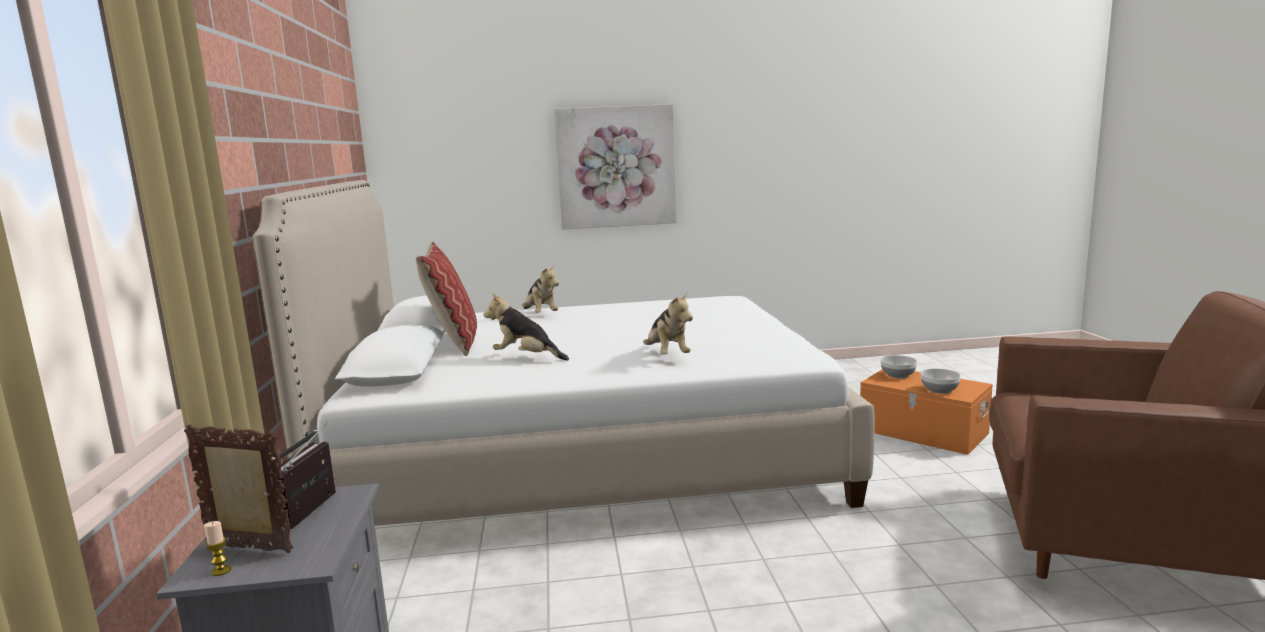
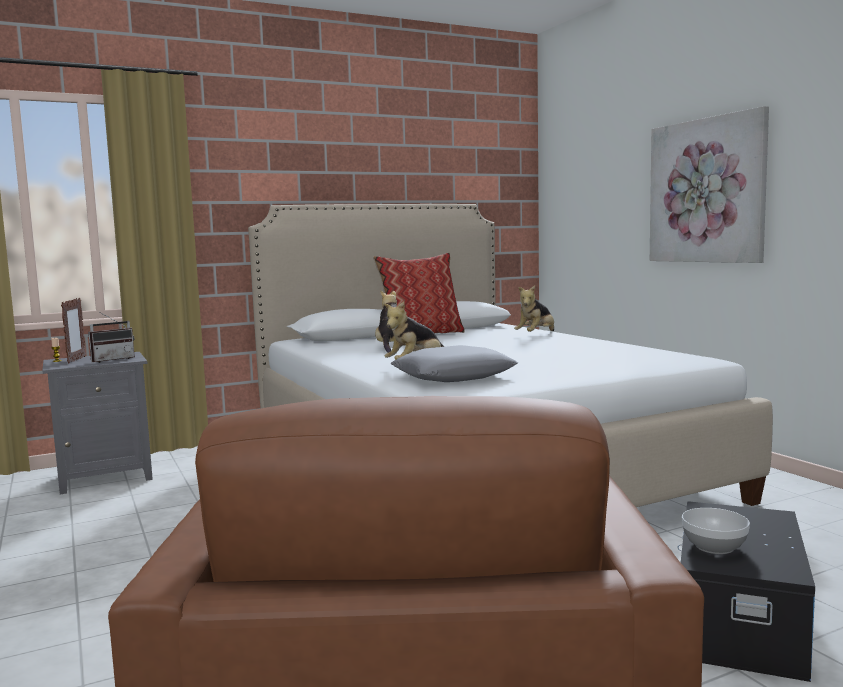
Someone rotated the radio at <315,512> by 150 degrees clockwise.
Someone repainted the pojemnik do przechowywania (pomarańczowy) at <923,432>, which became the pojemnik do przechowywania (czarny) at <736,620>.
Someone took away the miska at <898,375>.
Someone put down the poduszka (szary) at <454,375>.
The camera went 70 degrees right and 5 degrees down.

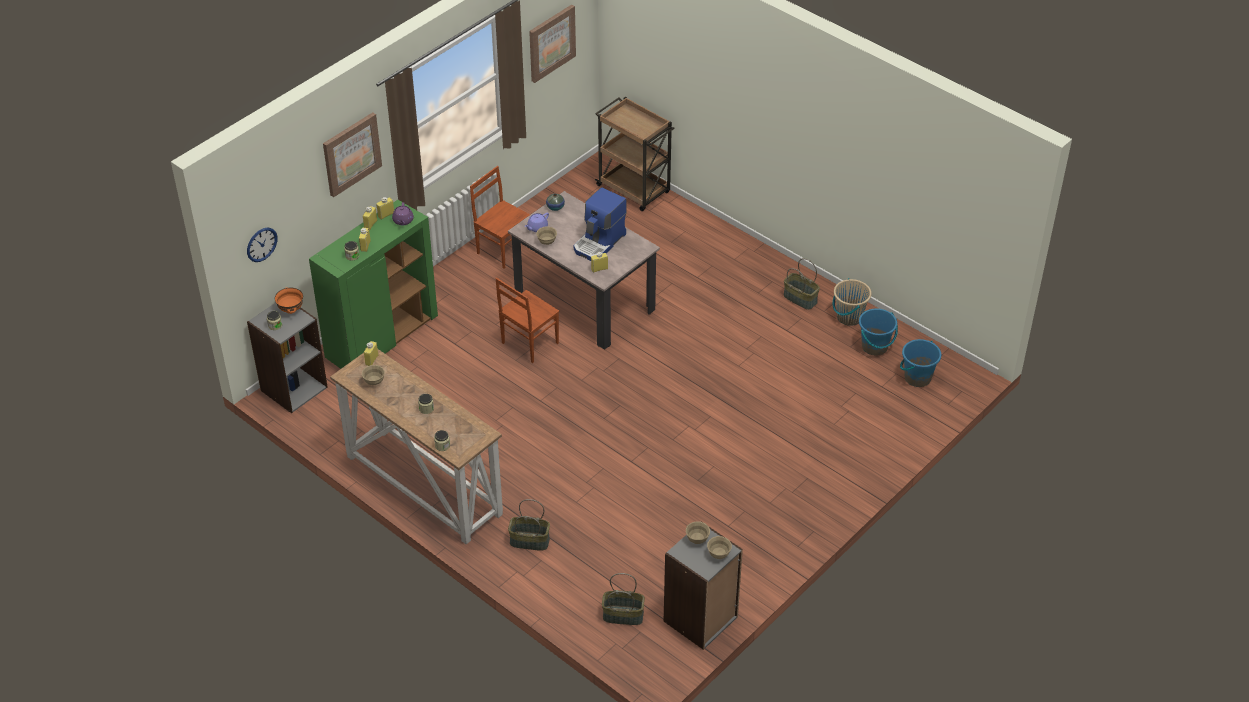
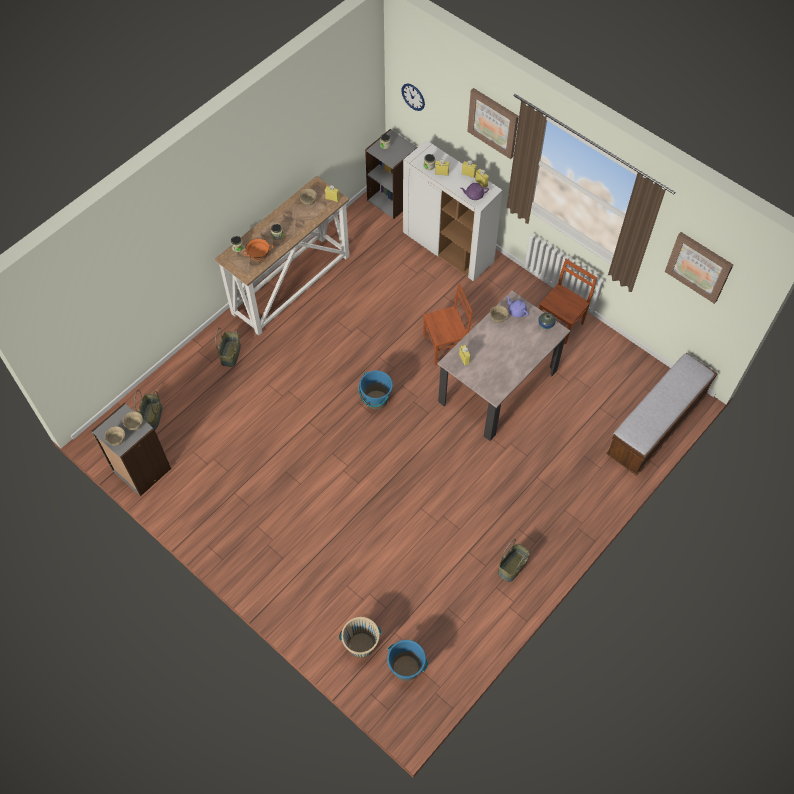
Someone carried the miska (pomarańczowy) from <290,310> to <259,256>.
Someone repainted the szafka (zielony) at <382,337>, which became the szafka (biały) at <448,248>.
Someone rotated the krzesło (brązowy) at <529,343> by 120 degrees clockwise.
Someone took away the ekspres do kawy at <600,242>.
Someone swapped the wózek (brązowy) at <634,190> for the ławka at <656,425>.
Someone carried the wiadro (beżowy) from <849,317> to <361,645>.
Someone carried the wiadro (niebieski) from <874,346> to <376,400>.
The camera went 90 degrees right and 15 degrees up.

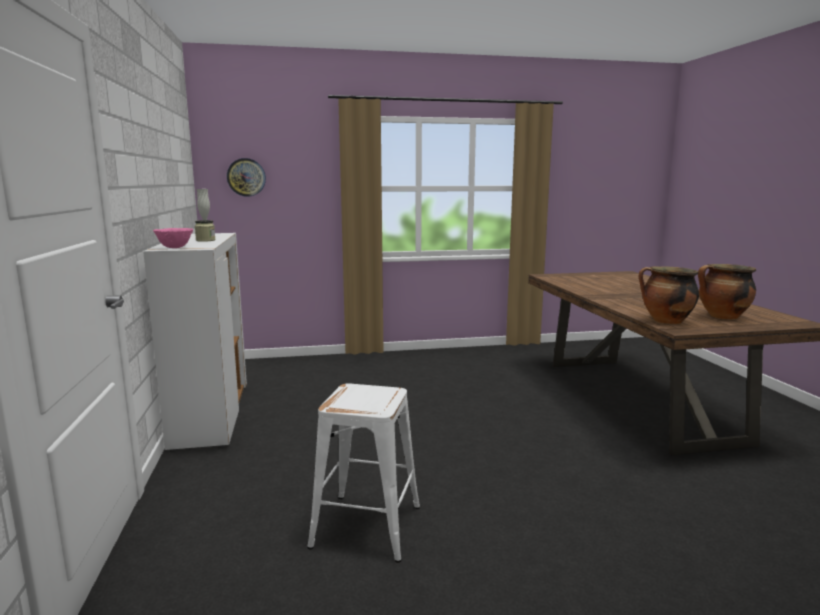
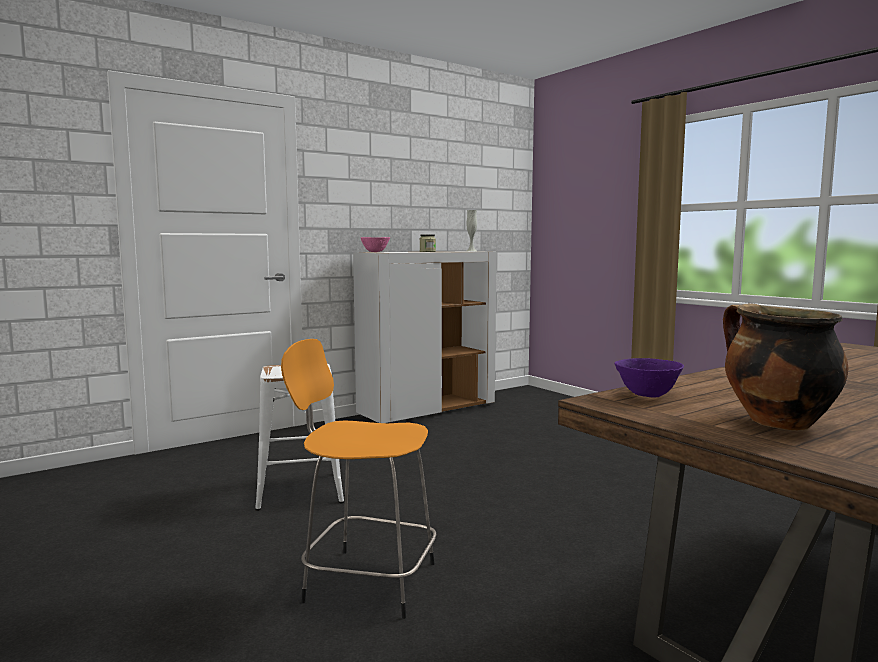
Someone took away the zegar ścienny at <246,177>.
Someone swapped the garnek at <665,321> for the miska (fioletowy) at <646,395>.
Someone put down the stołek (pomarańczowy) at <366,581>.
The camera went 65 degrees right and 5 degrees down.

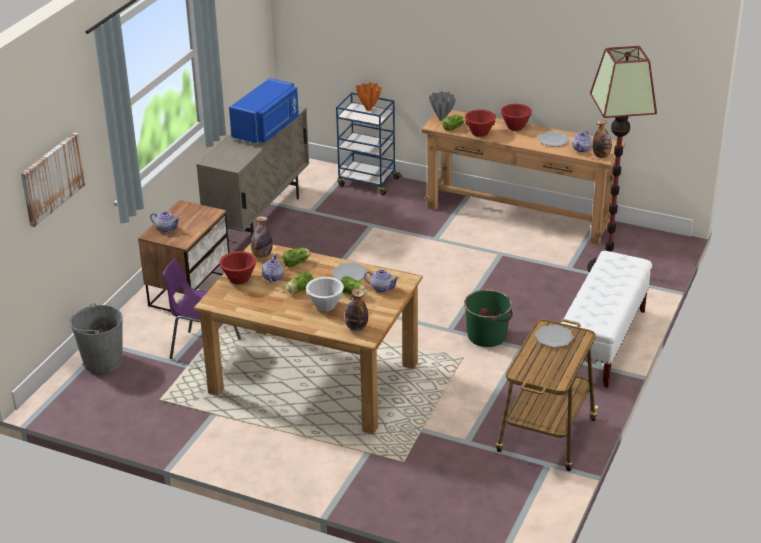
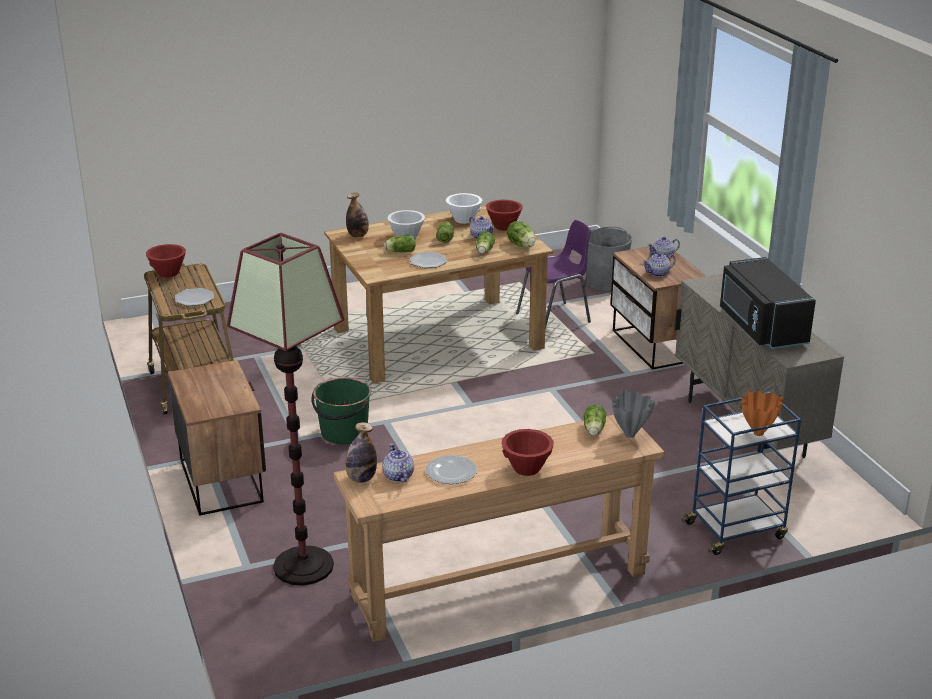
Someone took away the obraz at <52,178>.
Someone repainted the mikrofalówka (niebieski) at <267,129>, which became the mikrofalówka (czarny) at <760,327>.
Someone swapped the butelka at <262,255> for the sałata at <521,245>.
Someone carried the imbryk from <381,288> to <658,273>.
Someone carried the miska (czerwony) from <479,133> to <168,273>.
Someone swapped the ławka (biały) at <602,343> for the szafka nocna at <222,479>.
Someone put down the miska (biały) at <464,220>.
The camera went 135 degrees right and 5 degrees down.

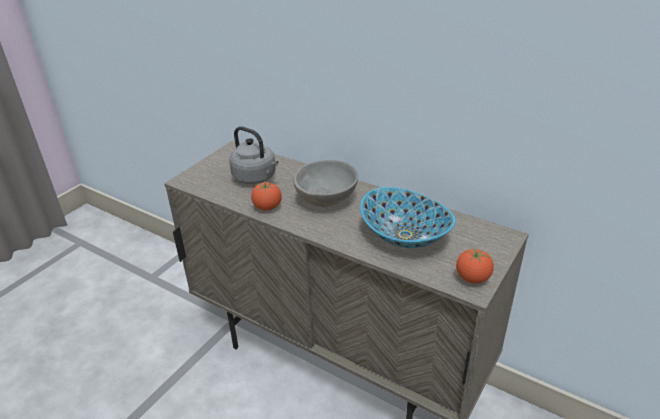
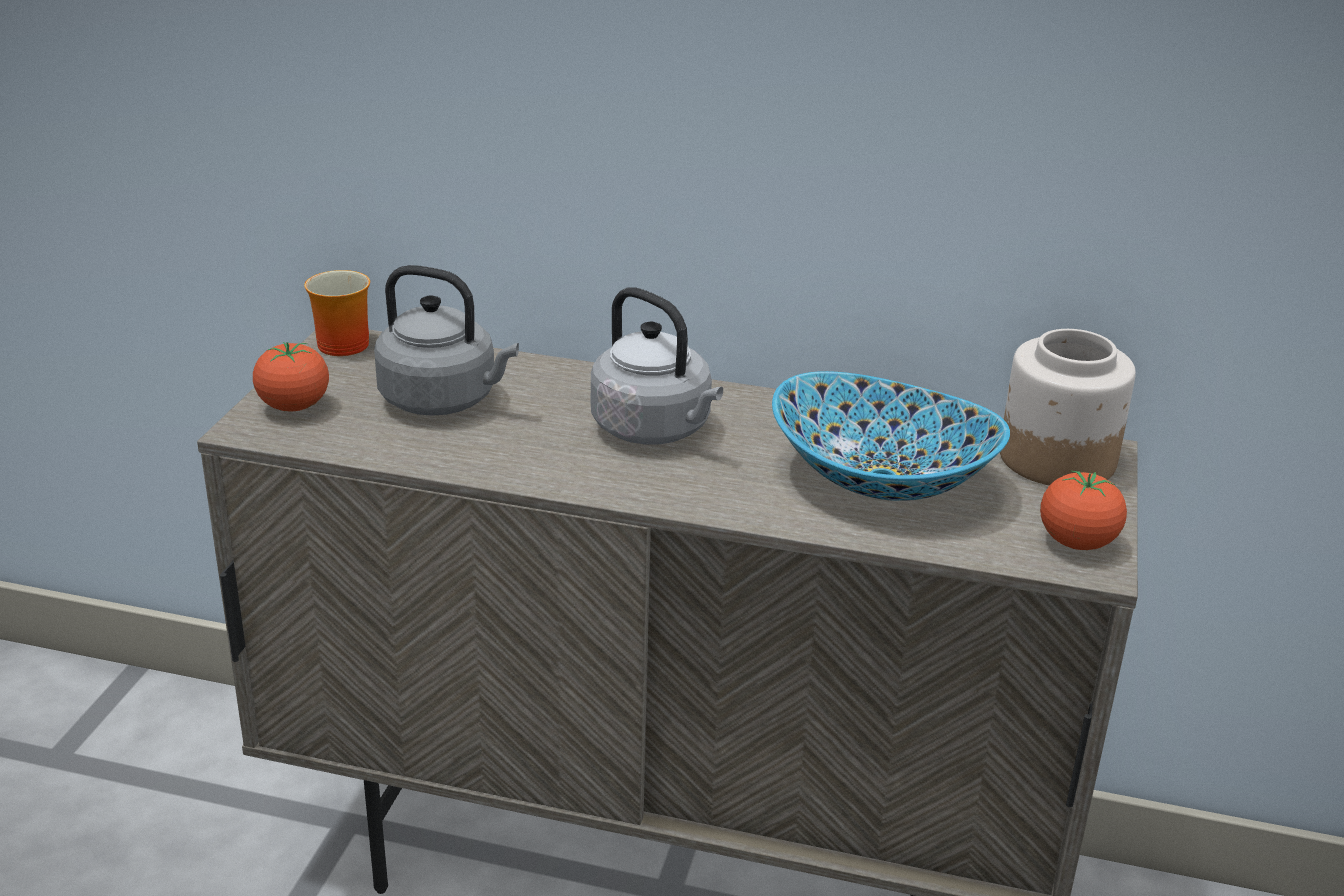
Someone carried the pomidor from <267,207> to <294,407>.
Someone swapped the miska (szary) at <327,201> for the czajnik (szary) at <655,430>.
Someone put down the kubek at <338,342>.
Someone put down the słoik at <1056,459>.
The camera went 20 degrees left and 5 degrees down.

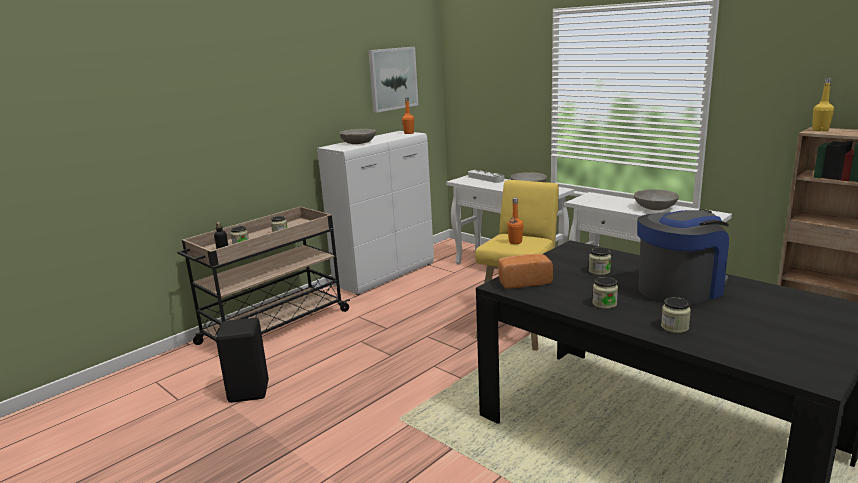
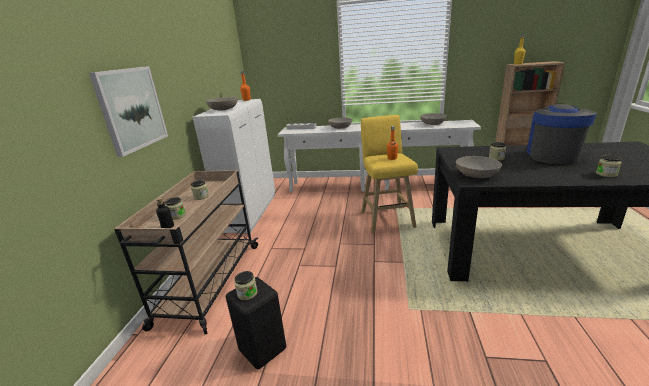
Someone carried the obraz from <392,79> to <131,109>.
Someone swapped the chleb at <523,282> for the miska (szary) at <476,175>.
Someone carried the słoik from <604,304> to <247,293>.
The camera went 35 degrees left and 5 degrees up.

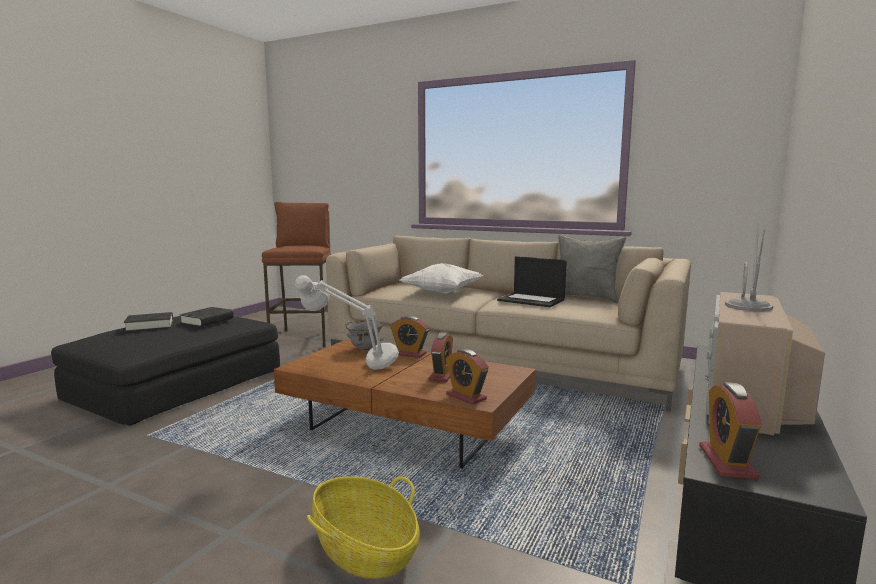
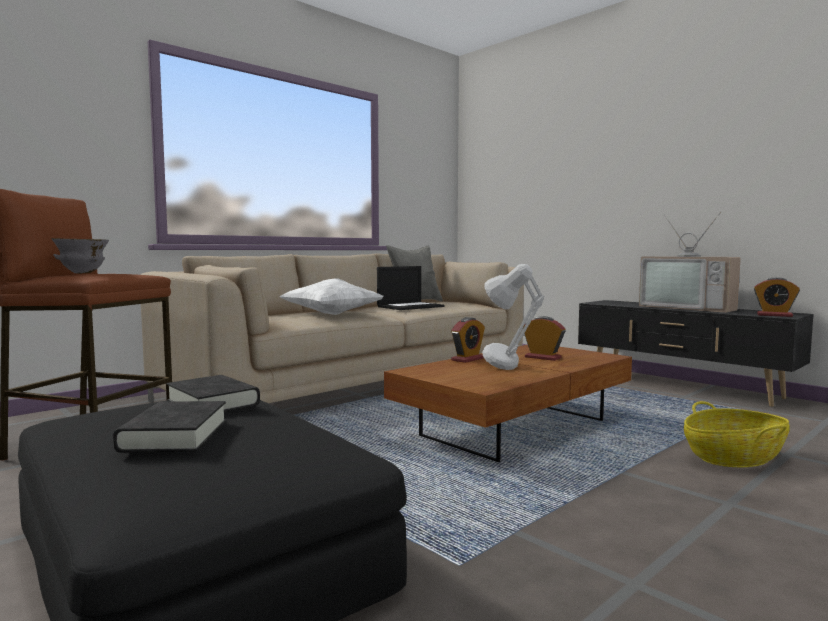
Someone carried the miska (szary) from <364,349> to <82,273>.
Someone took away the budzik at <466,396>.
The camera went 70 degrees left and 5 degrees down.

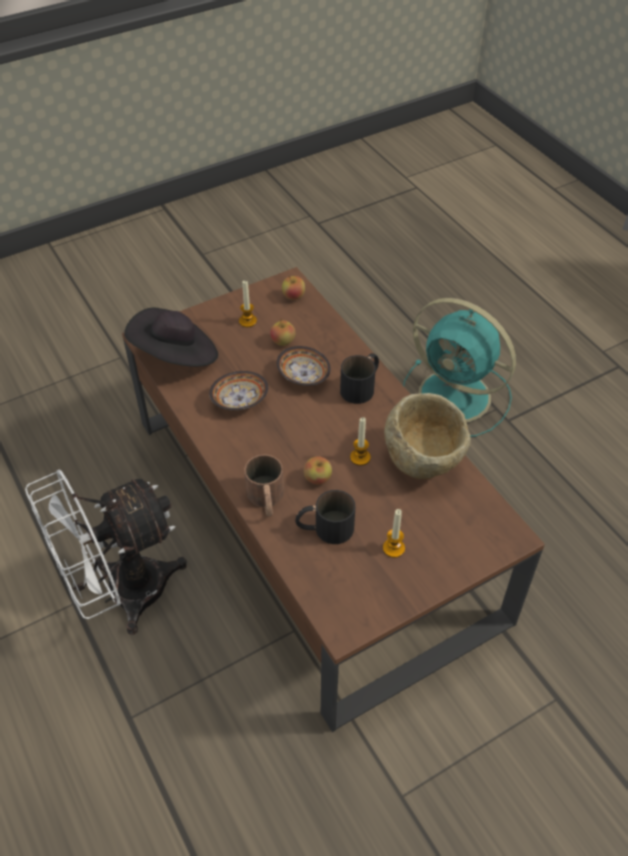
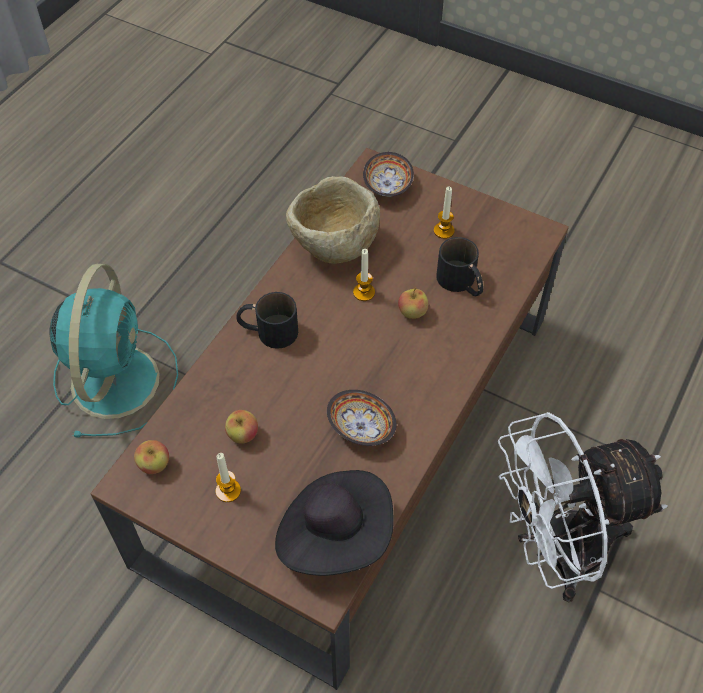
Someone rotated the wentylator (biały) at <122,594> by 135 degrees clockwise.
Someone took away the kubek (brązowy) at <266,500>.
Someone carried the miska from <303,376> to <387,186>.
The camera went 120 degrees left and 5 degrees up.

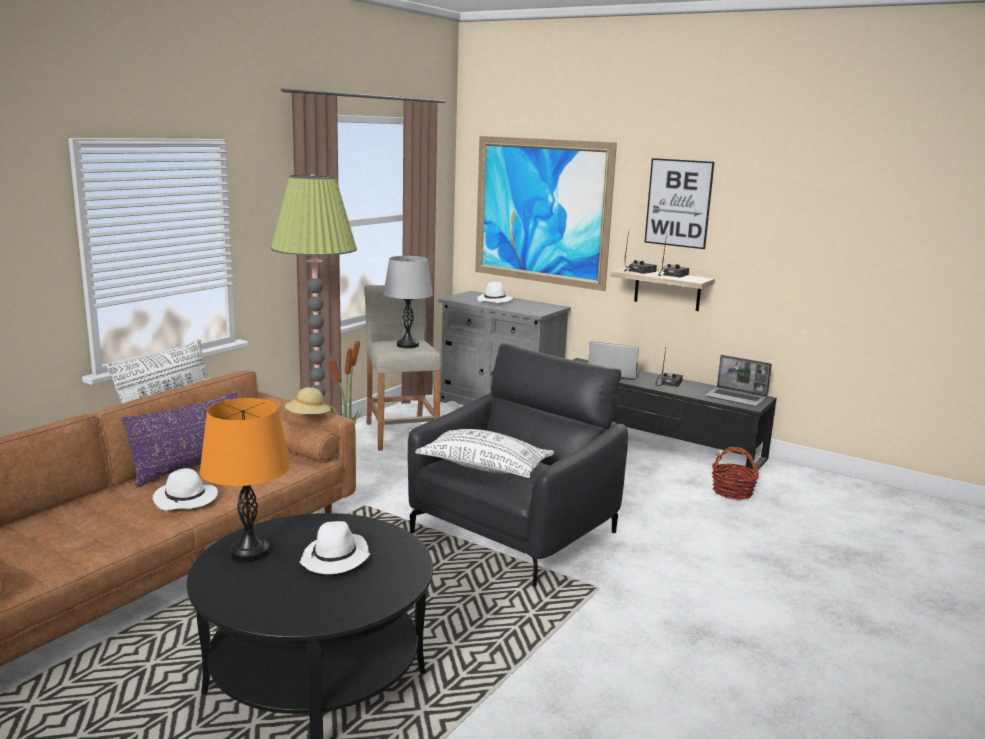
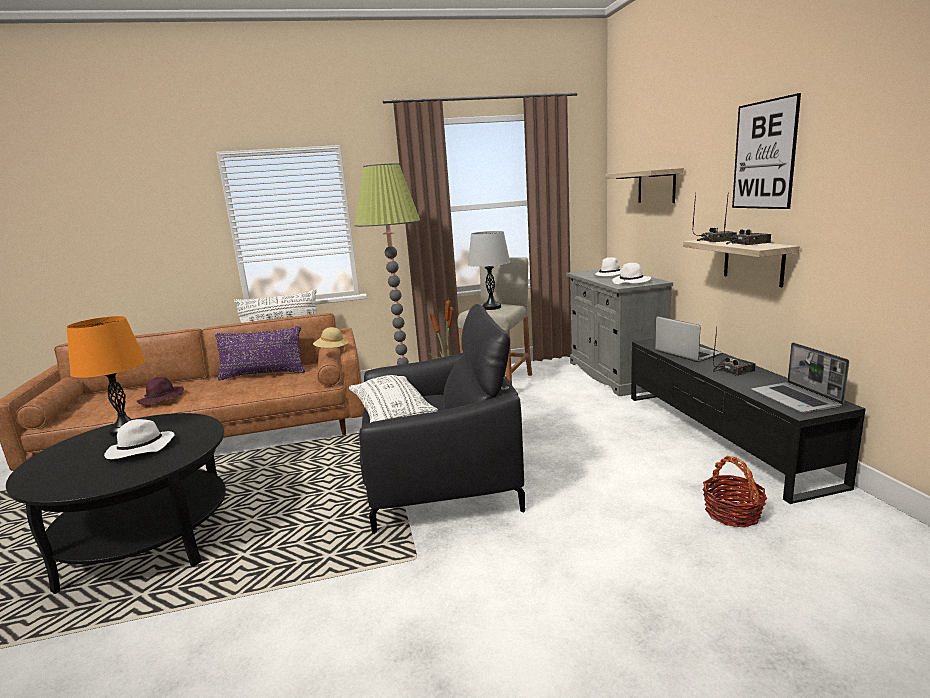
Someone carried the kapelusz (biały) from <186,499> to <631,282>.
Someone swapped the obraz at <541,211> for the półka at <656,186>.
Someone put down the kapelusz (fioletowy) at <161,399>.
The camera went 45 degrees right and 0 degrees up.

